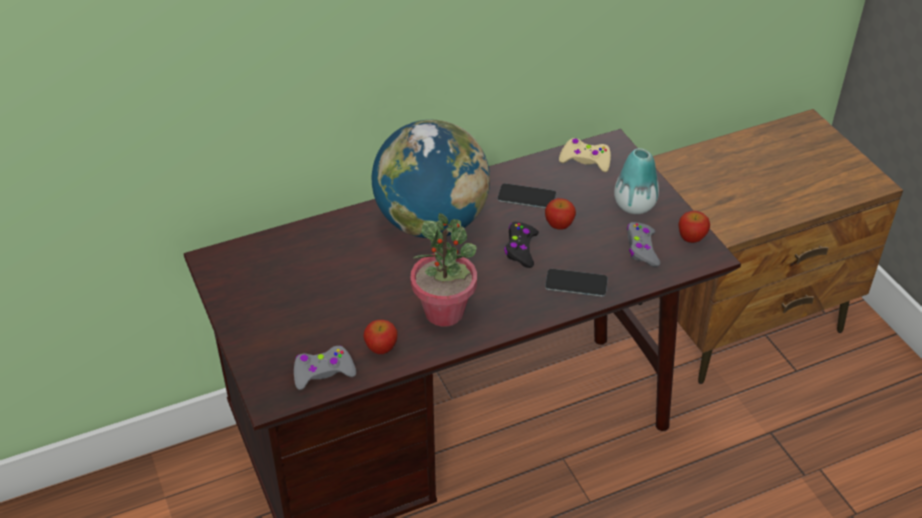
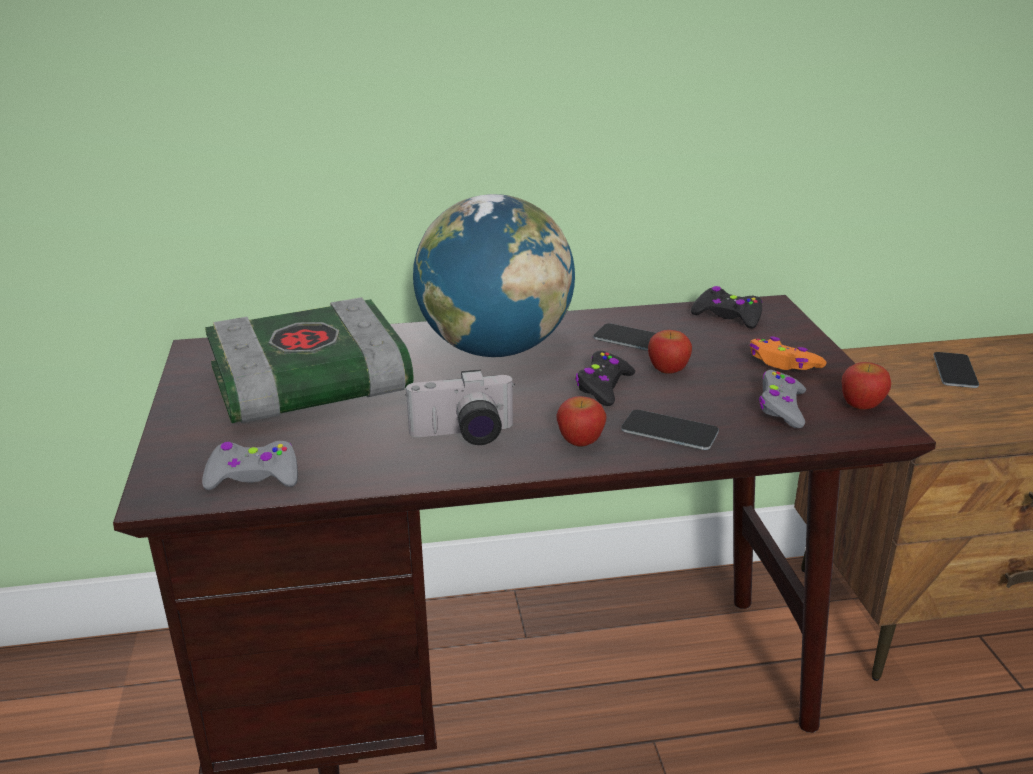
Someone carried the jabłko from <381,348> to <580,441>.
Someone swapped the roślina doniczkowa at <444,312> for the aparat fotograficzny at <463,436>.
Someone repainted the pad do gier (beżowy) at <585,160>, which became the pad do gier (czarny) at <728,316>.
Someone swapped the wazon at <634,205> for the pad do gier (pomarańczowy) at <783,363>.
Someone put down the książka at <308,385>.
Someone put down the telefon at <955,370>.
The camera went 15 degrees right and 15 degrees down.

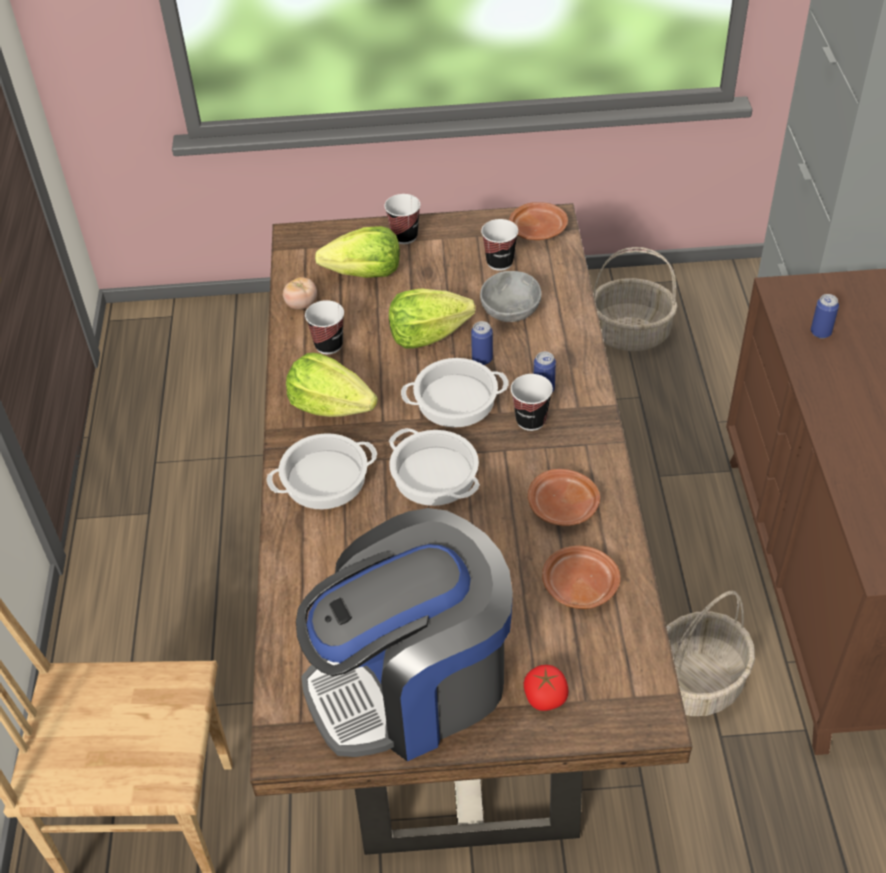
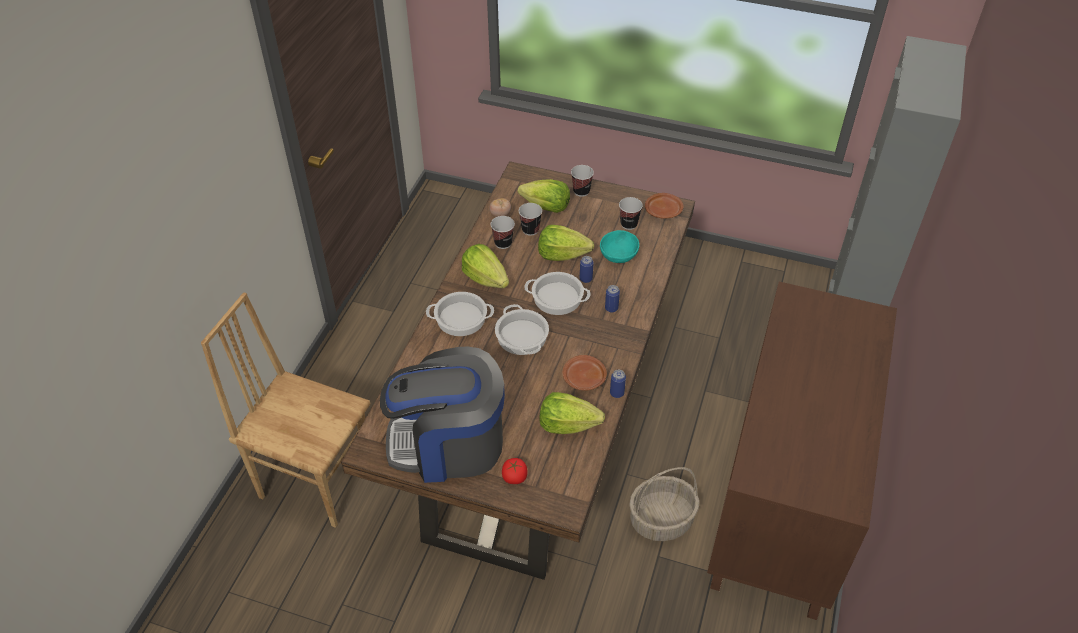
Someone repainted the miska (szary) at <512,311>, which became the miska (turkusowy) at <619,256>.
Someone carried the filiżanka from <530,420> to <530,230>.
Someone swapped the talerz (brązowy) at <579,585> for the sałata at <567,425>.
Someone took away the koszyk at <631,333>.
Someone carried the puszka from <820,332> to <617,393>.
The camera went 20 degrees right and 0 degrees up.

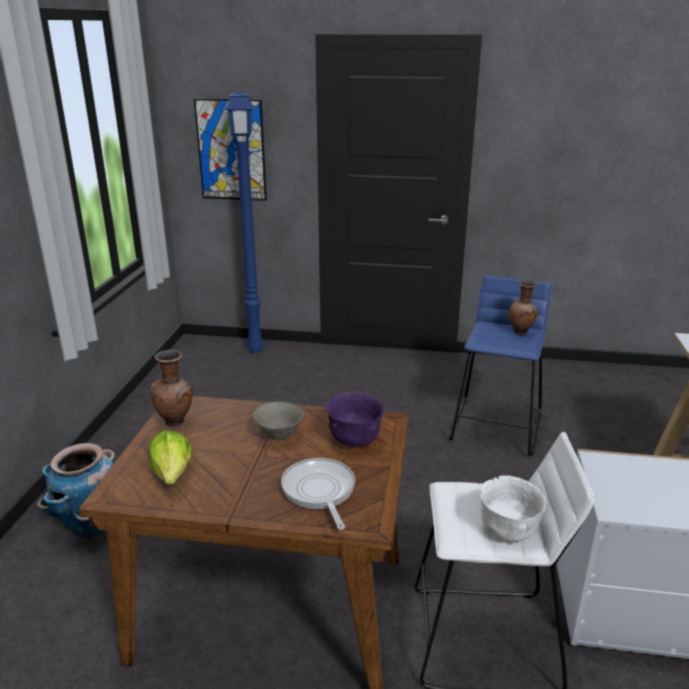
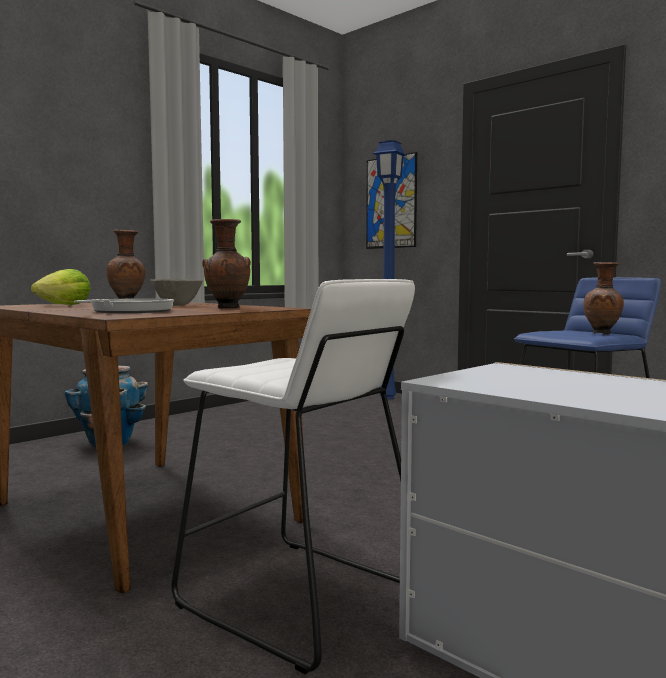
Someone swapped the miska (fioletowy) at <354,440> for the wazon (brązowy) at <227,308>.
Someone took away the miska (biały) at <507,531>.
The camera went 35 degrees right and 20 degrees down.

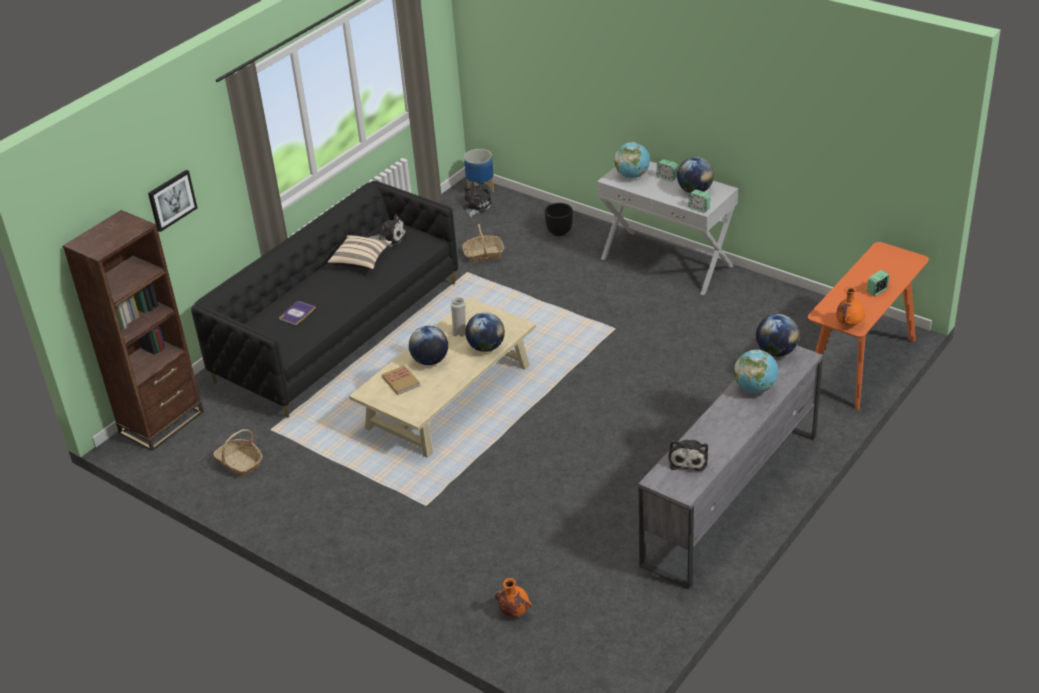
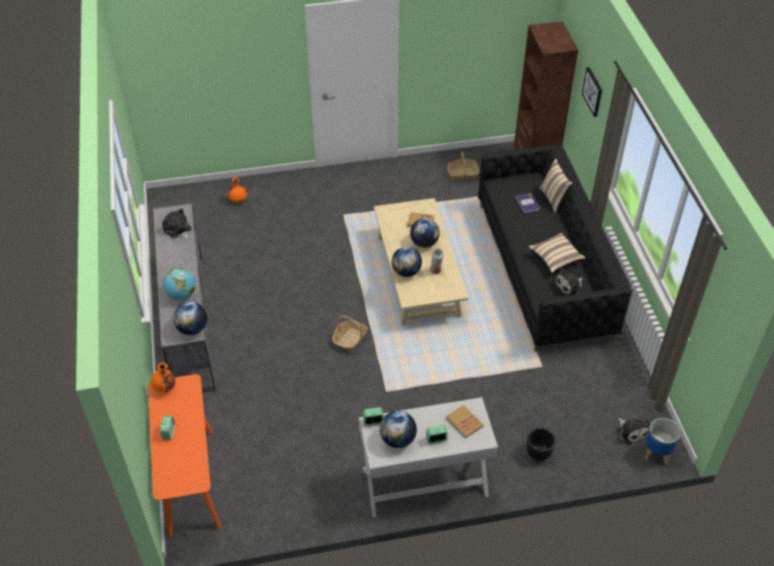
Someone carried the koszyk from <483,255> to <350,339>.
Someone swapped the globus at <632,175> for the książka at <464,422>.
Someone put down the poduszka (beżowy) at <553,199>.
The camera went 130 degrees right and 10 degrees up.

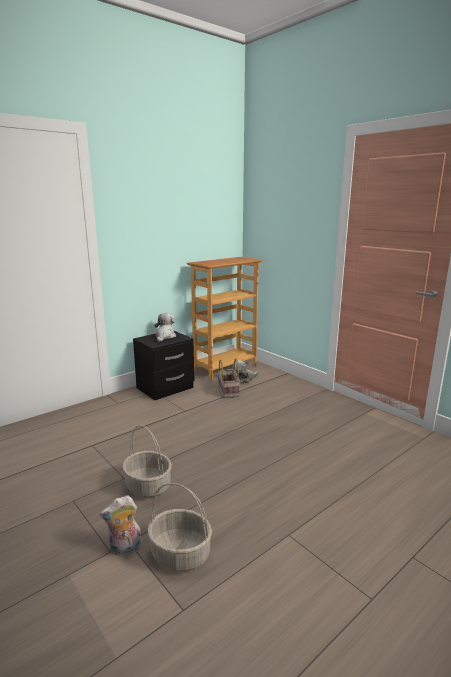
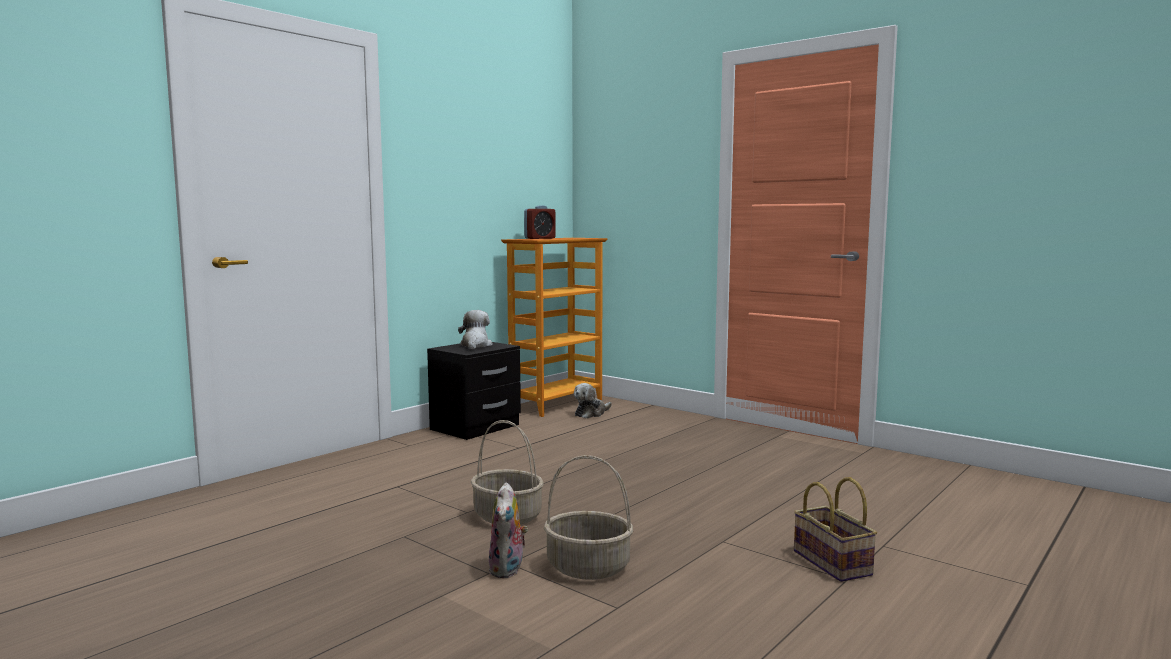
Someone rotated the pluszak at <125,549> by 60 degrees counterclockwise.
Someone carried the koszyk from <229,391> to <834,563>.
Someone put down the budzik at <540,238>.
The camera went 10 degrees left and 10 degrees down.

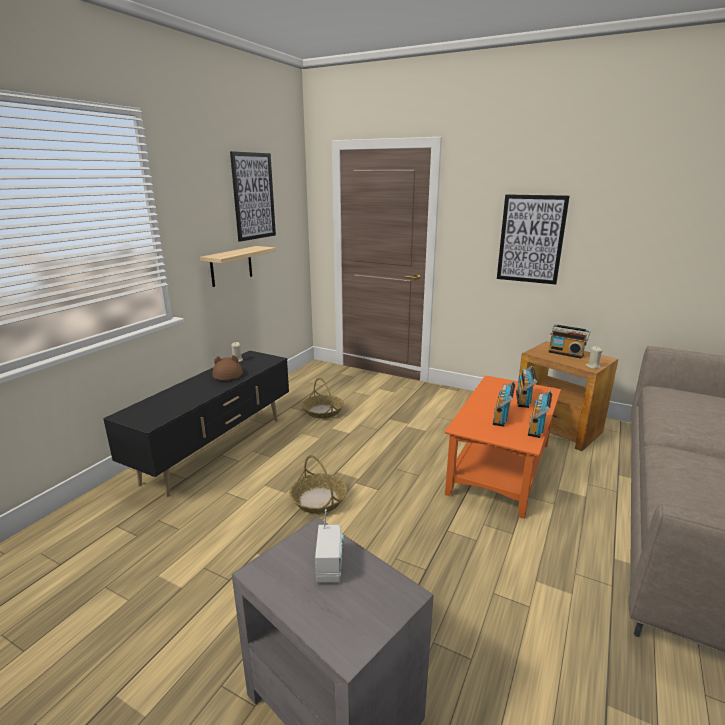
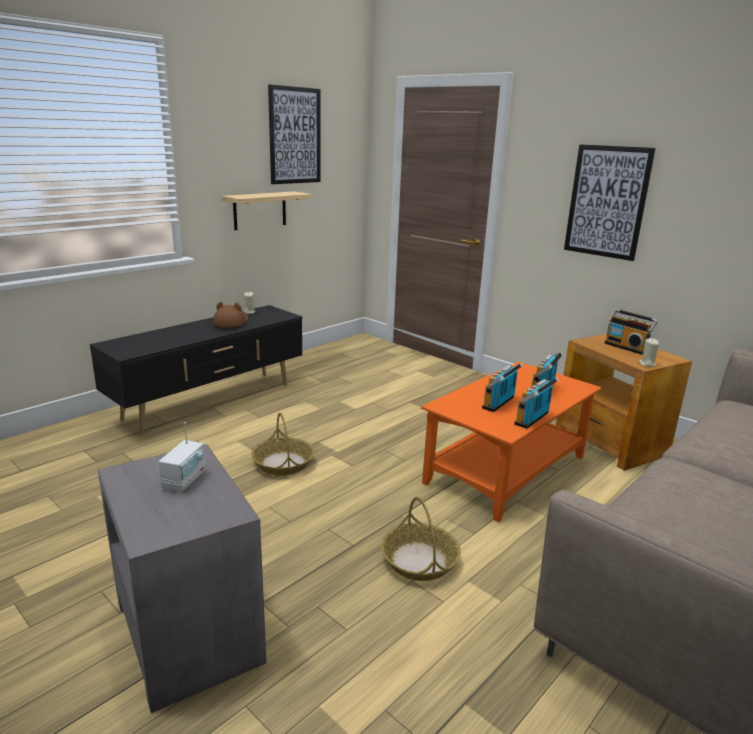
Someone carried the koszyk from <323,411> to <420,561>.
The camera went 15 degrees right and 0 degrees up.

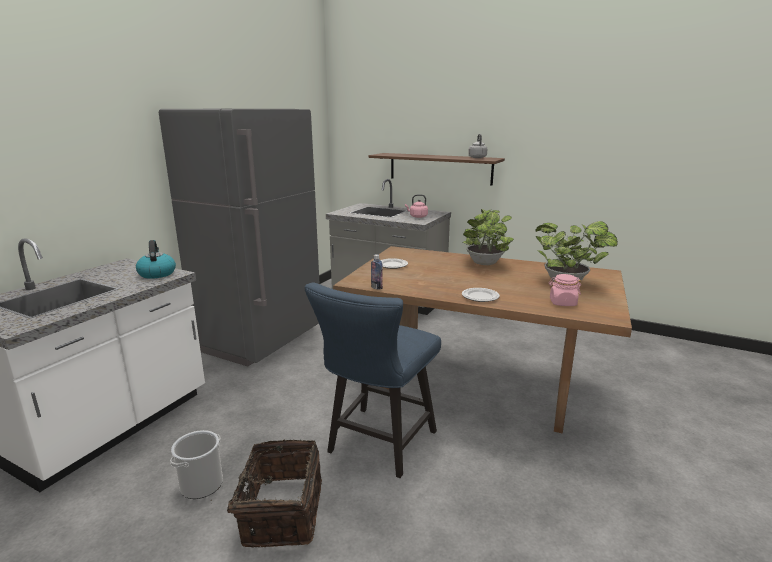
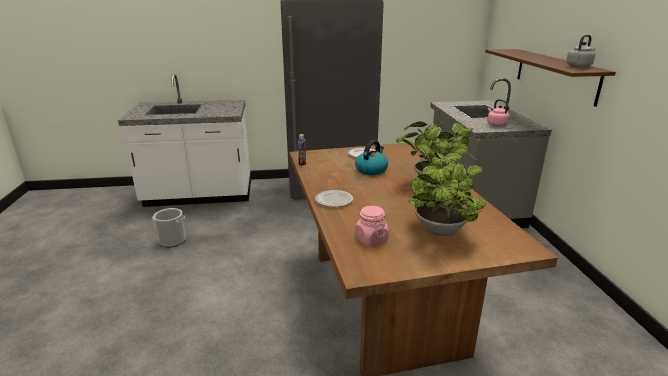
Someone carried the czajnik from <157,273> to <371,170>.
Someone took away the koszyk at <280,512>.
Someone took away the krzesło (niebieski) at <377,445>.
The camera went 55 degrees right and 5 degrees up.

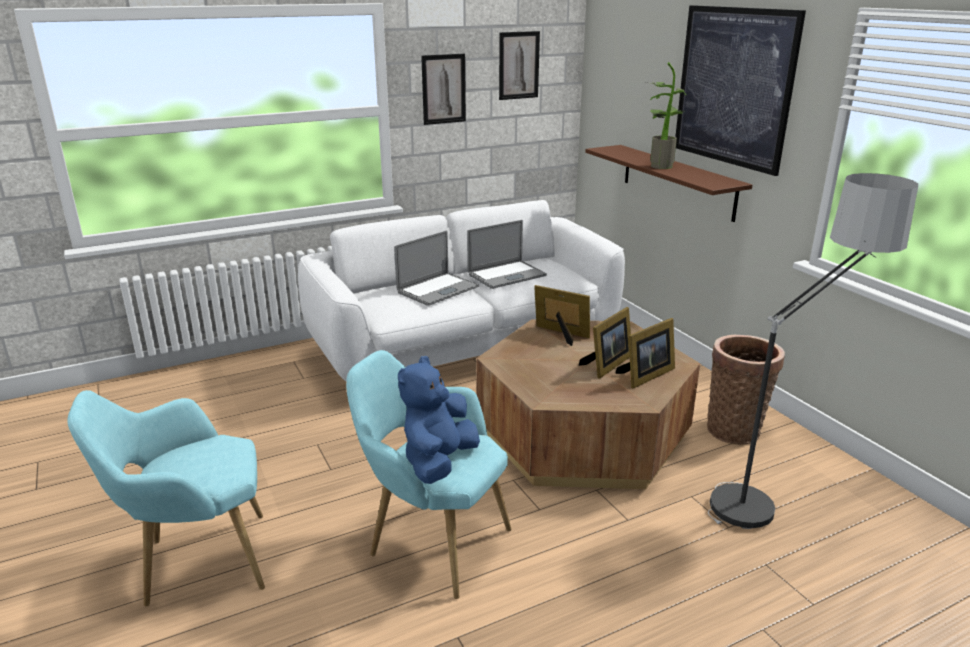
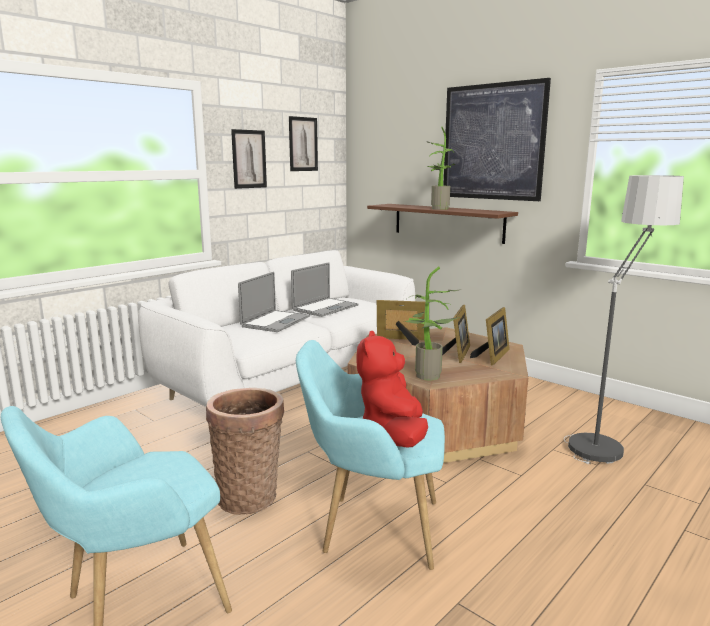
Someone repainted the pluszak (niebieski) at <438,462>, which became the pluszak (czerwony) at <393,435>.
Someone carried the koszyk from <735,428> to <249,495>.
Someone put down the roślina doniczkowa at <426,377>.
The camera went 20 degrees left and 10 degrees down.

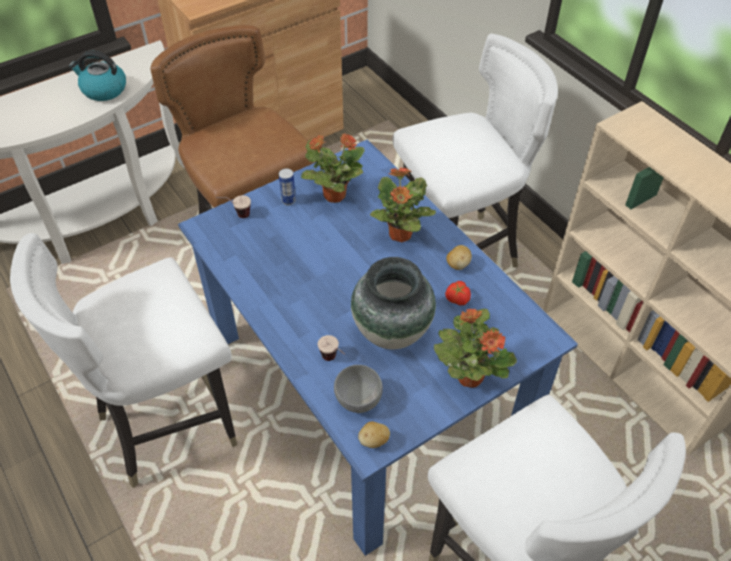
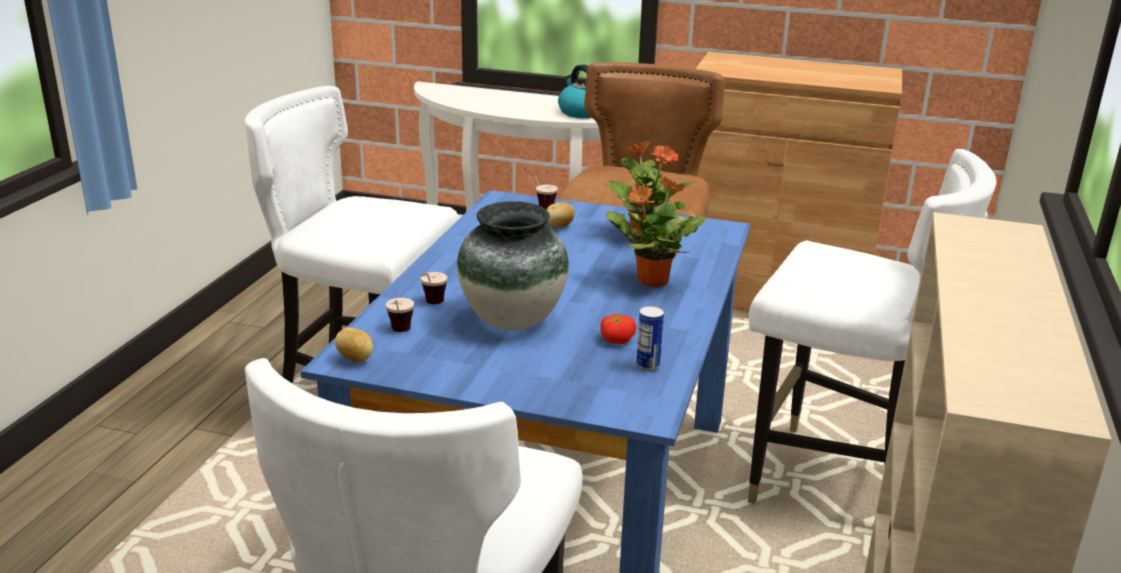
Someone carried the puszka from <288,200> to <648,366>.
Someone swapped the miska (szary) at <358,399> for the filiżanka at <399,333>.
Someone took away the roślina doniczkowa at <469,375>.
Someone carried the ziemniak from <458,264> to <559,226>.
The camera went 50 degrees right and 25 degrees down.

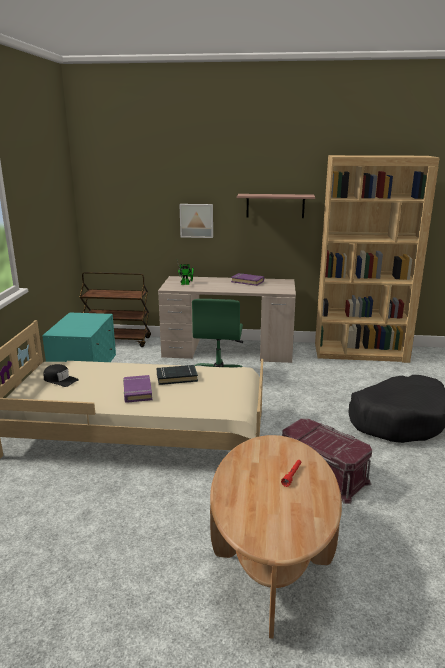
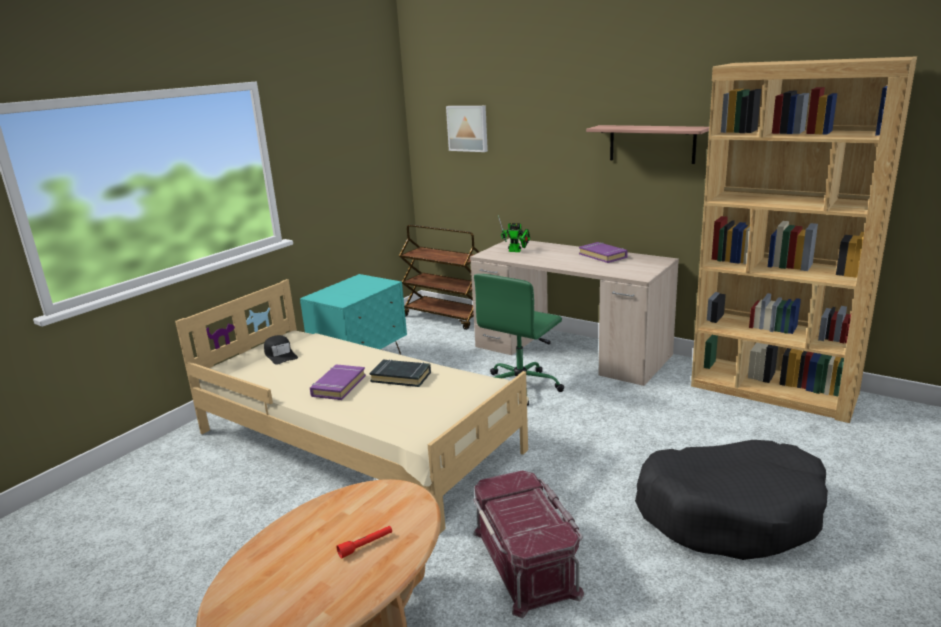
Someone carried the obraz from <196,220> to <468,128>.
The camera went 30 degrees right and 0 degrees up.

